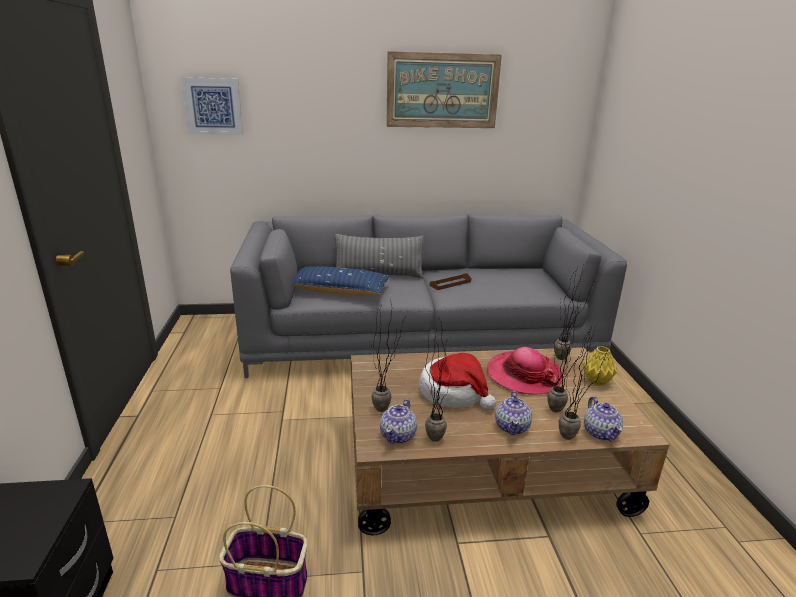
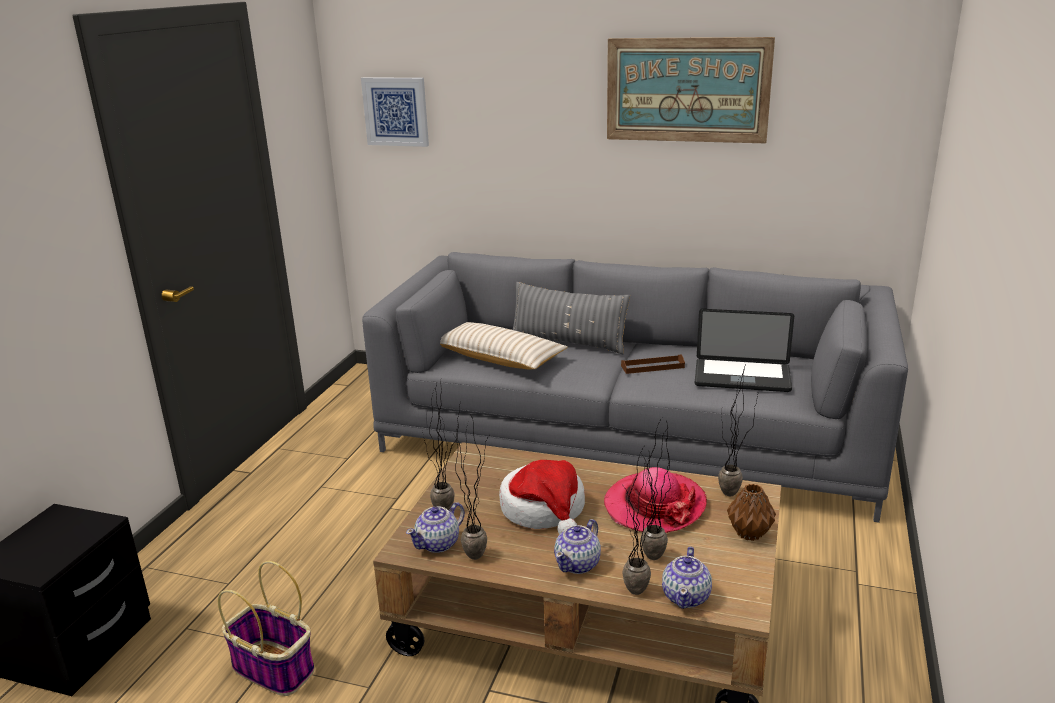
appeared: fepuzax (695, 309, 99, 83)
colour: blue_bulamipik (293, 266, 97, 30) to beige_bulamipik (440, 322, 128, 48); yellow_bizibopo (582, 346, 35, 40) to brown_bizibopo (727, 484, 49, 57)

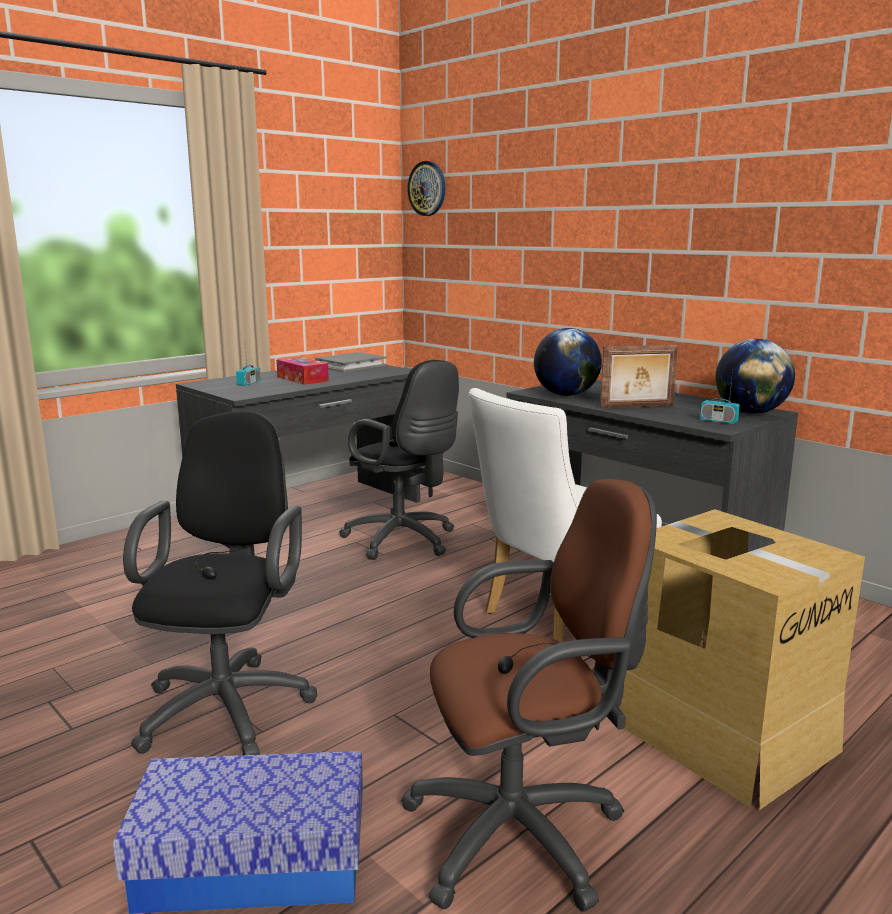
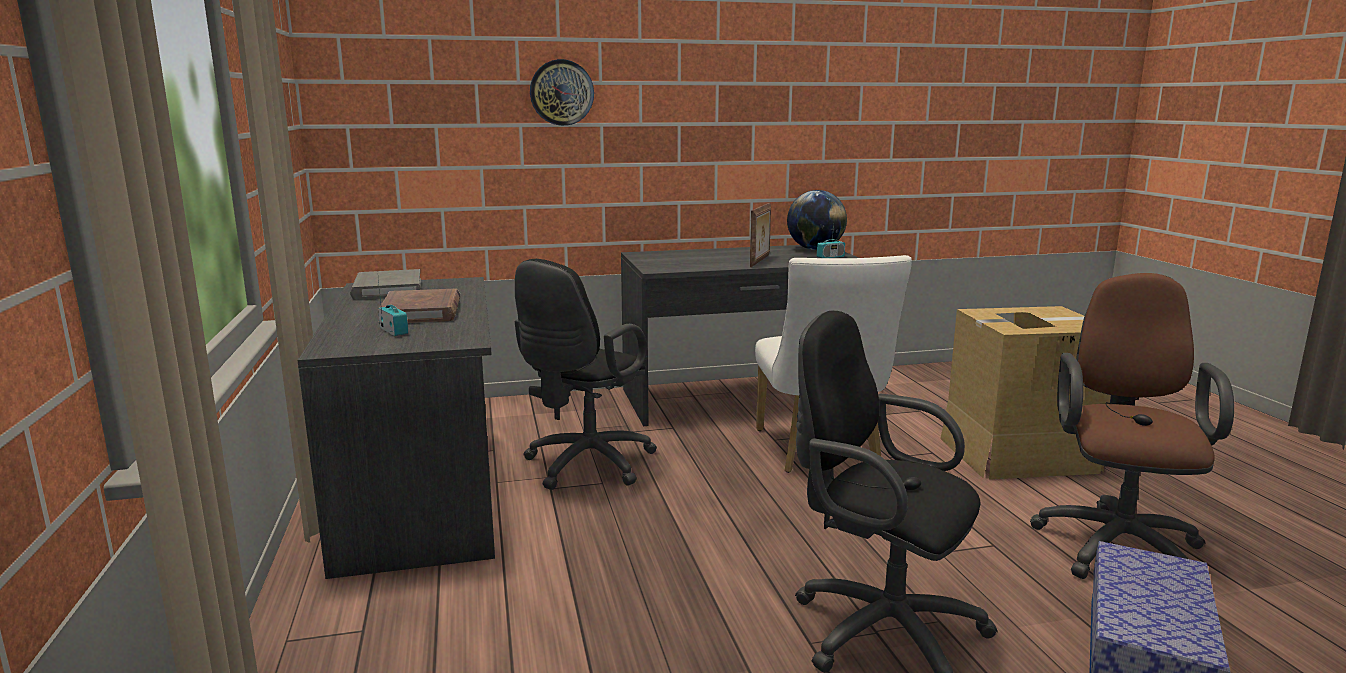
missing: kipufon (534, 328, 68, 68)
relocated: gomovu (407, 161, 39, 55) to (530, 59, 64, 67)
exchanged: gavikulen (276, 357, 53, 28) to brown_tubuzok (378, 289, 82, 35)
spun: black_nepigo (339, 360, 120, 200) = (515, 259, 142, 231) 135 degrees clockwise

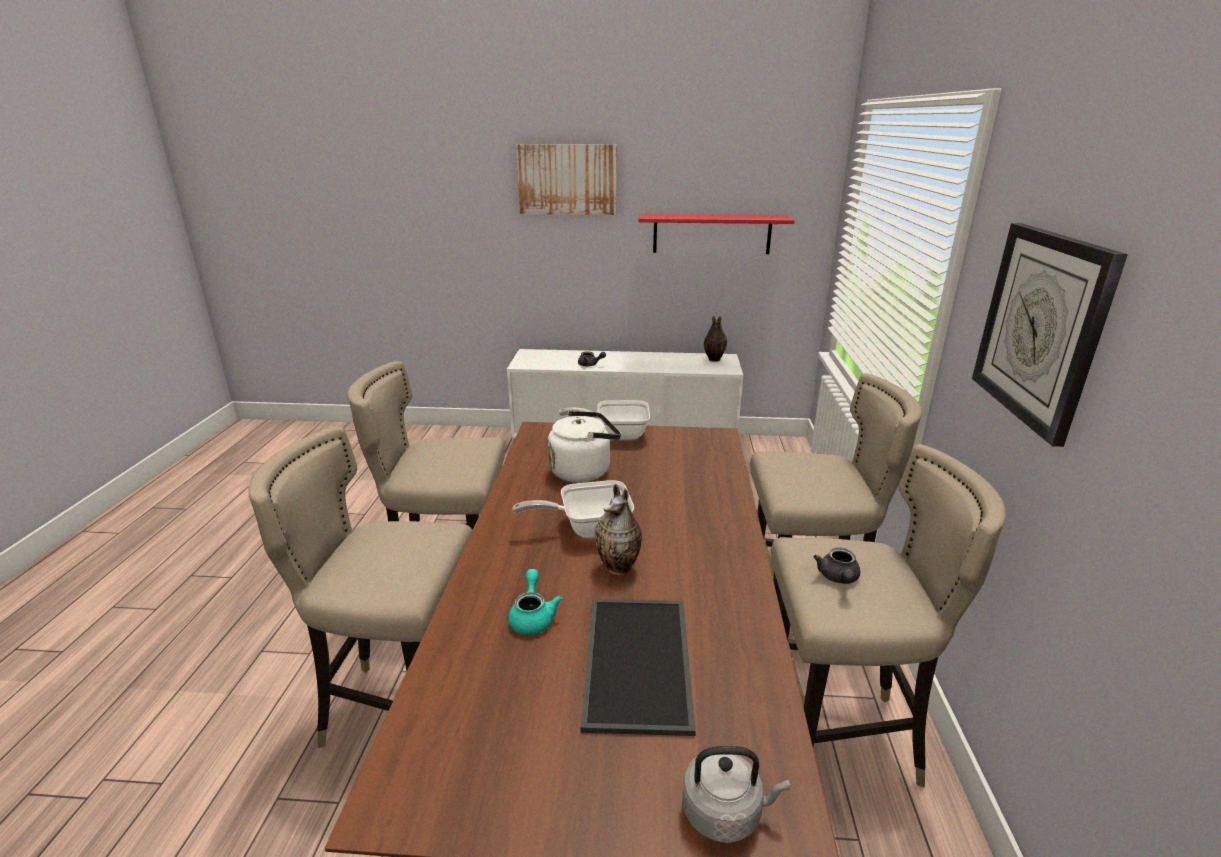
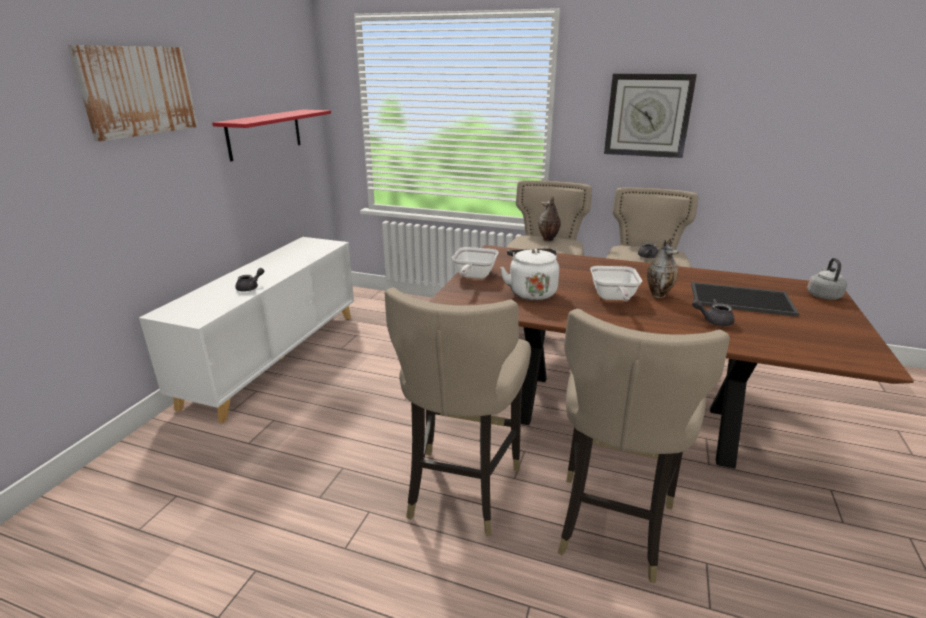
relocated: bizibopo (704, 316, 23, 46) to (539, 197, 22, 44)
colour: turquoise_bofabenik (508, 569, 54, 66) to grey_bofabenik (692, 299, 43, 27)

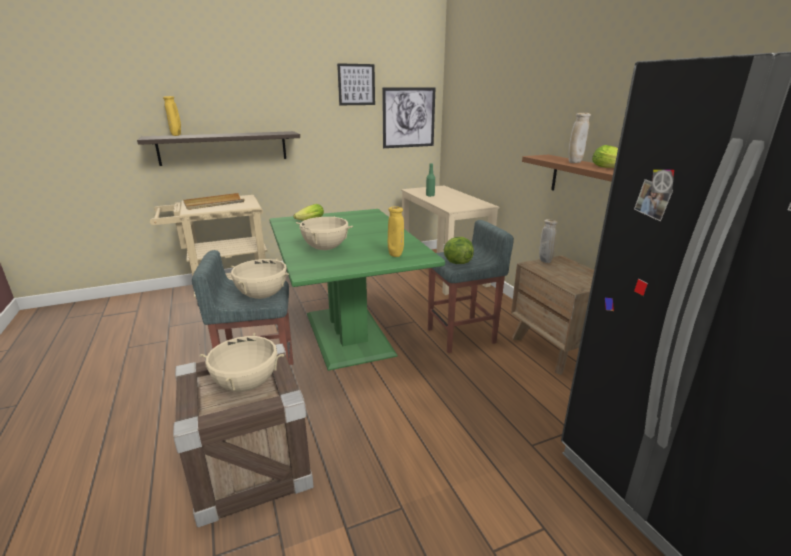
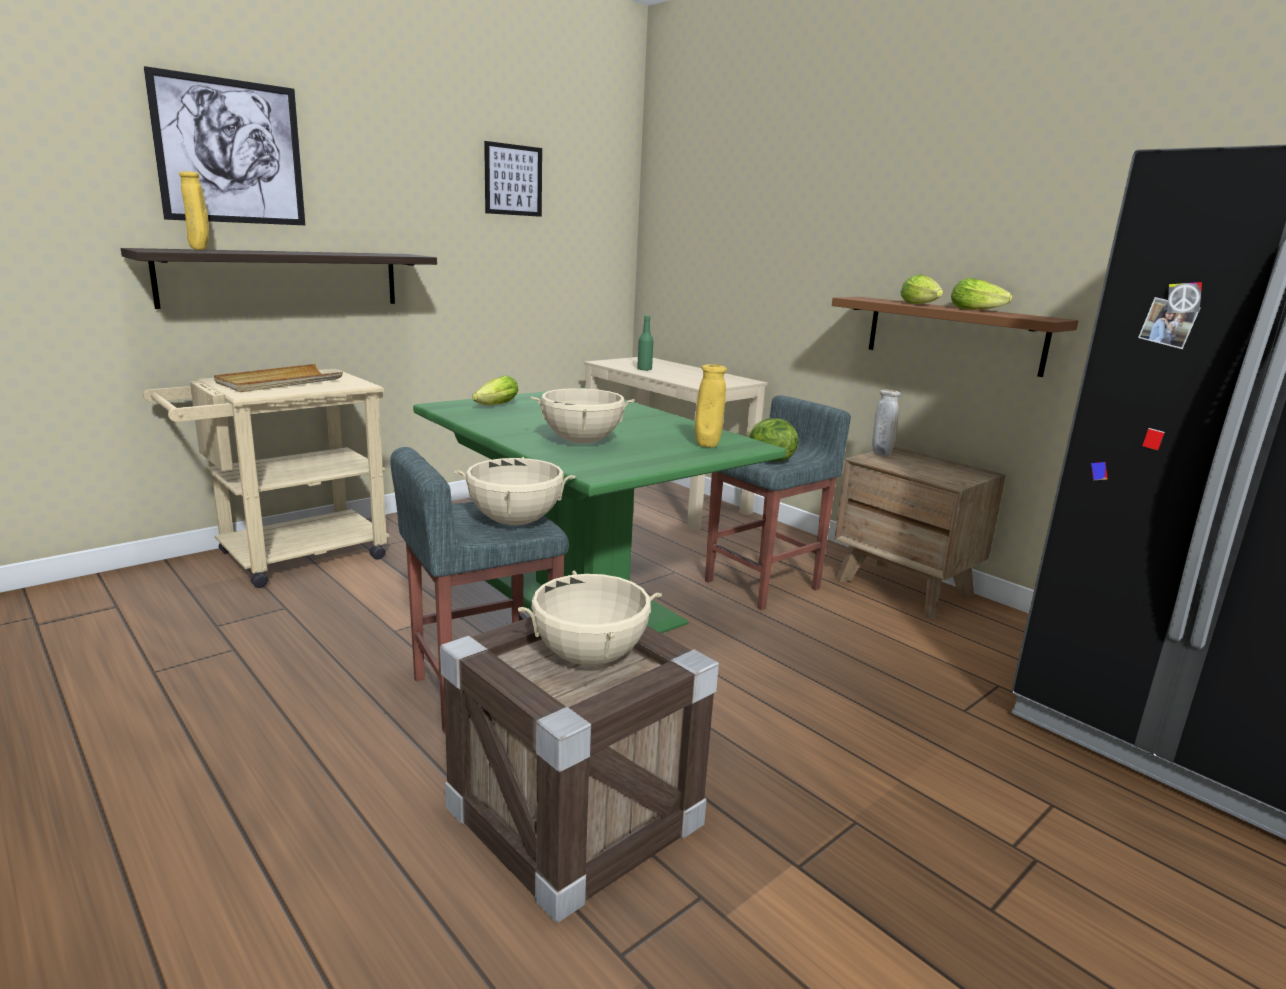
relocated: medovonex (382, 87, 53, 61) to (144, 66, 161, 159)
exchanged: beige_bizibopo (568, 113, 23, 50) to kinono (900, 274, 43, 30)

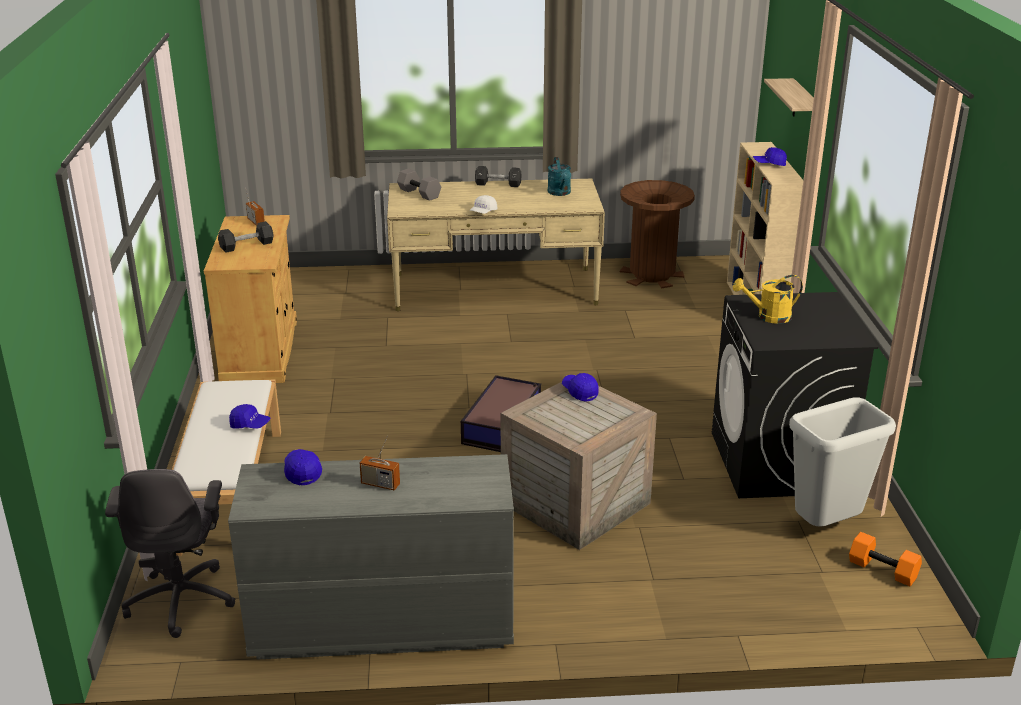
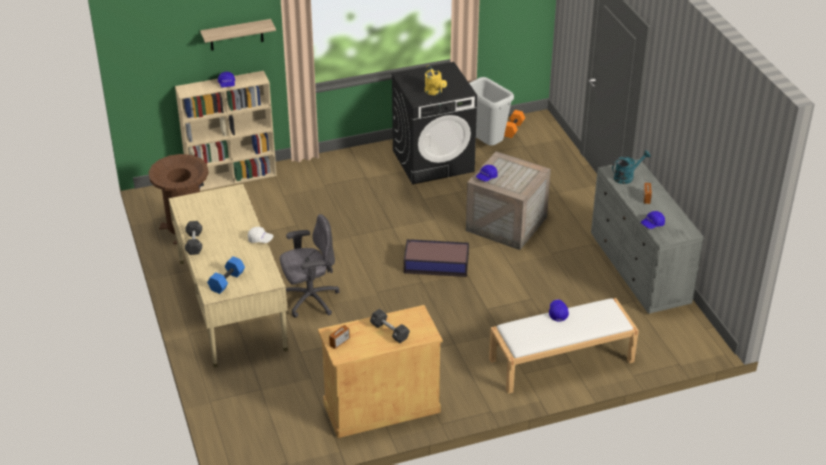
relocated: grey_nepigo (105, 469, 131, 169) to (280, 214, 60, 104); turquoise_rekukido (548, 157, 23, 39) to (612, 150, 38, 34)
colour: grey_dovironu (397, 168, 44, 33) to blue_dovironu (207, 256, 38, 38)

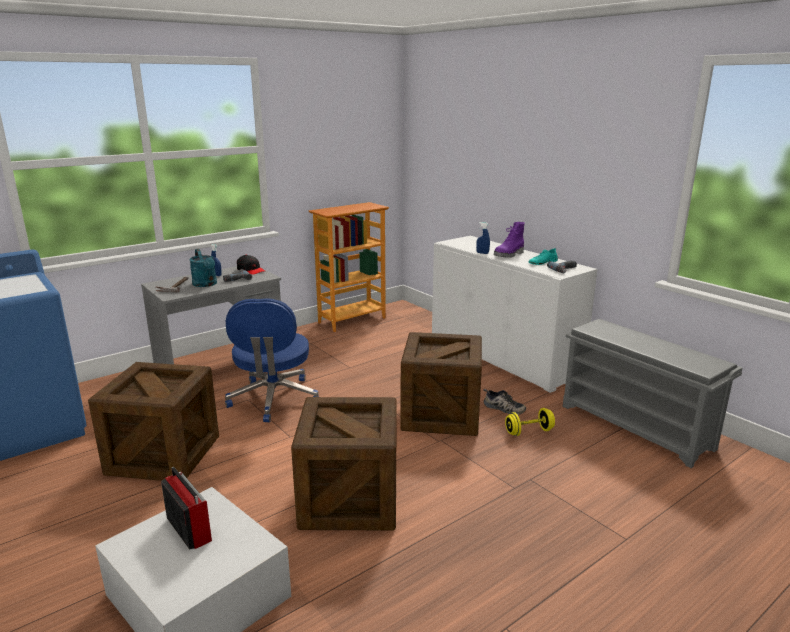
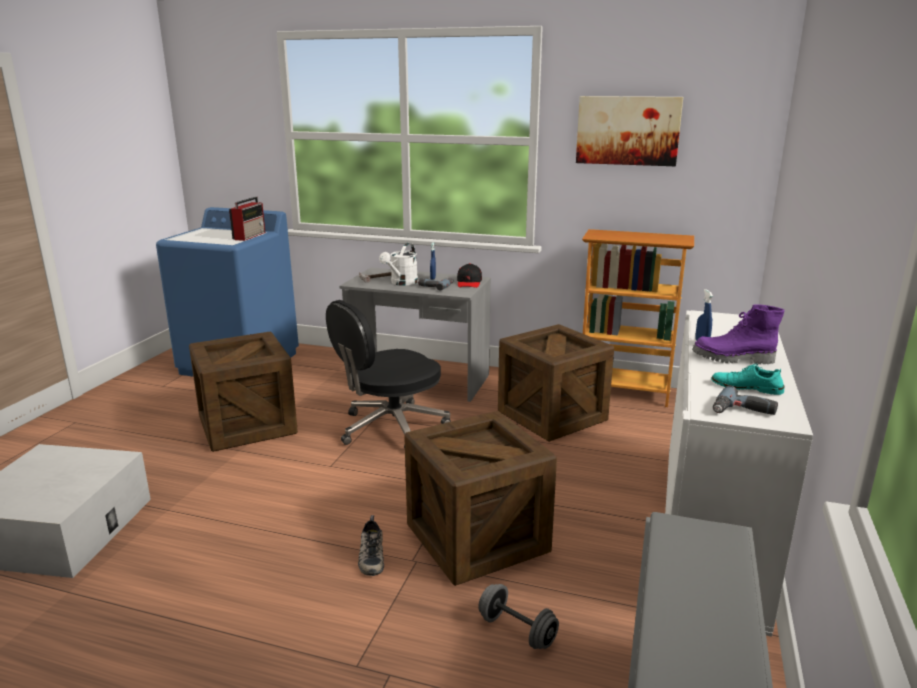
appeared: medovonex (576, 96, 107, 70)
relocated: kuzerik (161, 467, 51, 83) to (229, 197, 36, 44); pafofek (291, 397, 105, 134) to (498, 324, 116, 118); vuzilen (483, 389, 43, 26) to (358, 515, 26, 61)
colour: turquoise_rekukido (189, 249, 28, 38) to white_rekukido (379, 243, 39, 42); blue_nepigo (225, 298, 94, 124) to black_nepigo (326, 300, 125, 149); yellow_dovironu (505, 408, 50, 28) to grey_dovironu (478, 584, 81, 65)

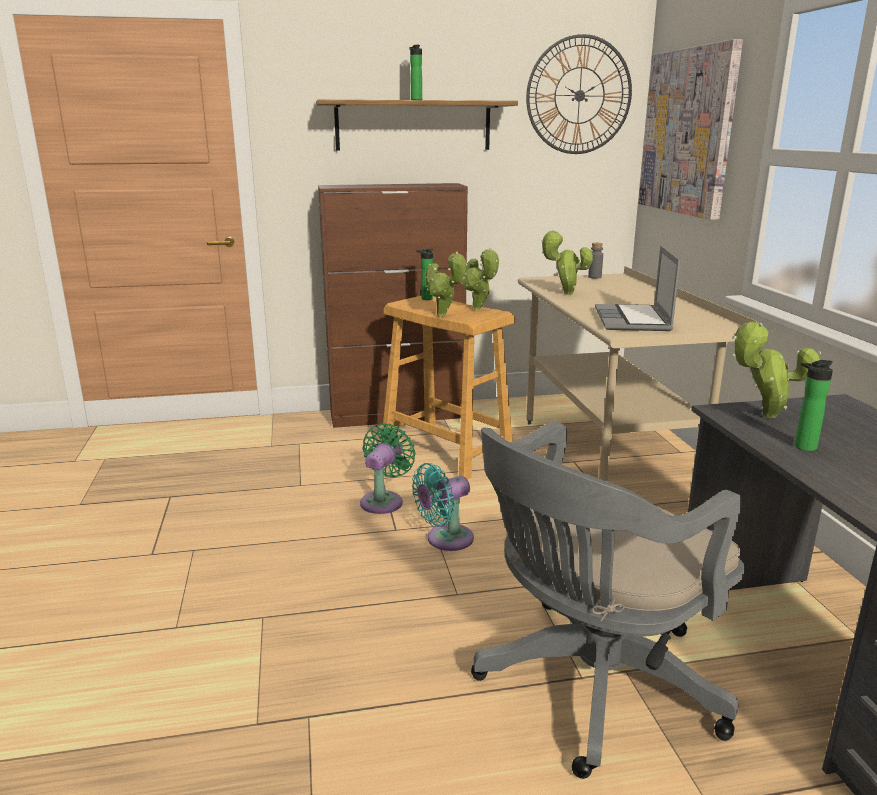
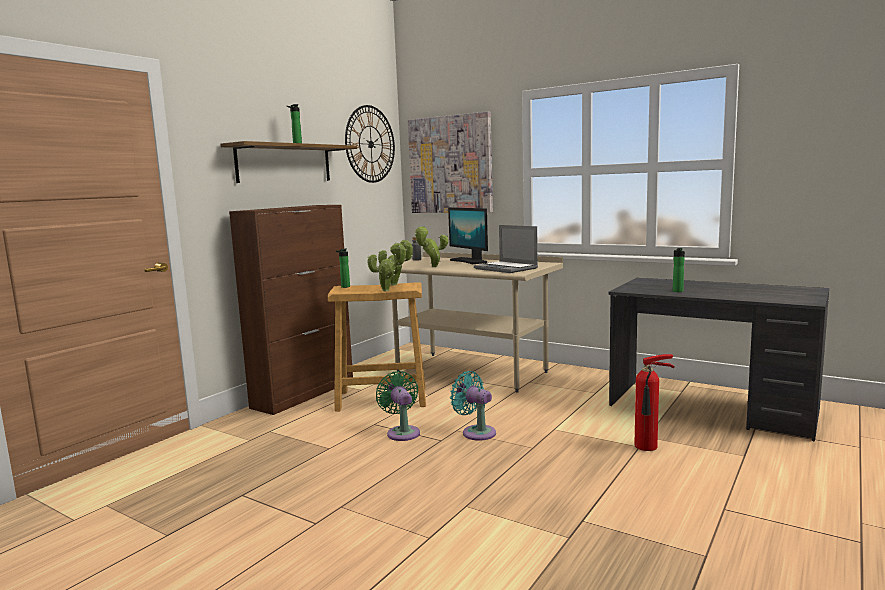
missing: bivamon (732, 321, 89, 98)
appeared: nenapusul (448, 207, 40, 57)
exchanged: grey_nepigo (471, 422, 274, 357) to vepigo (634, 354, 40, 97)
spun: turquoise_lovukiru (412, 463, 62, 88) = (450, 371, 46, 70) 120 degrees clockwise

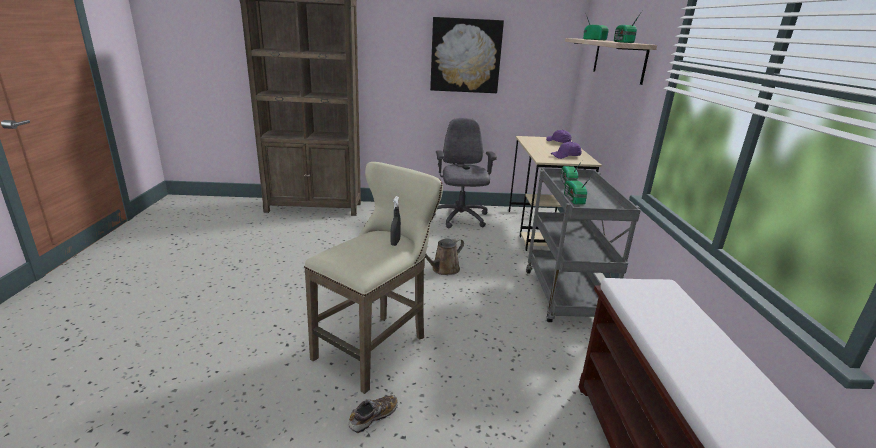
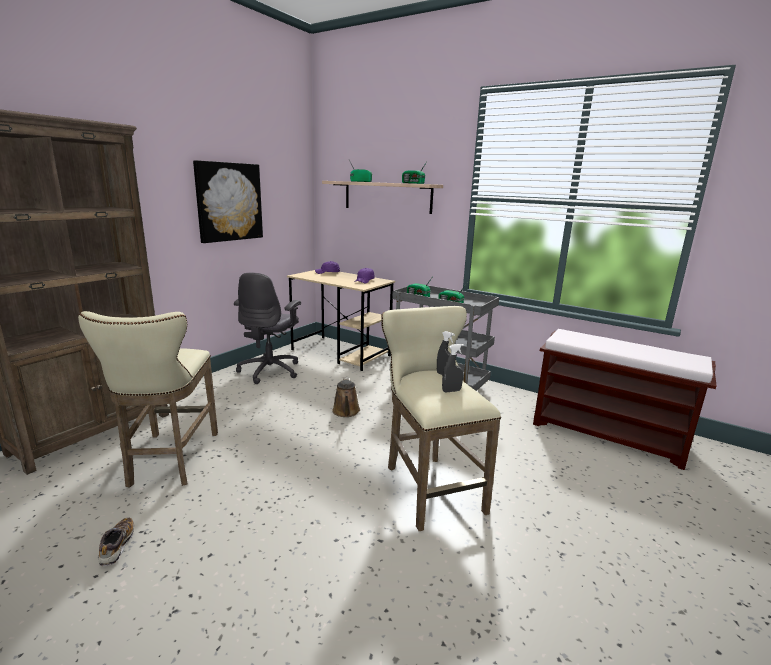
appeared: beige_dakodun (78, 311, 140, 177); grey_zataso (442, 344, 22, 48)
relocated: vuzilen (349, 395, 49, 38) to (98, 518, 36, 48)
spun: grey_nepigo (434, 118, 63, 110) = (234, 273, 67, 111) 105 degrees counterclockwise

